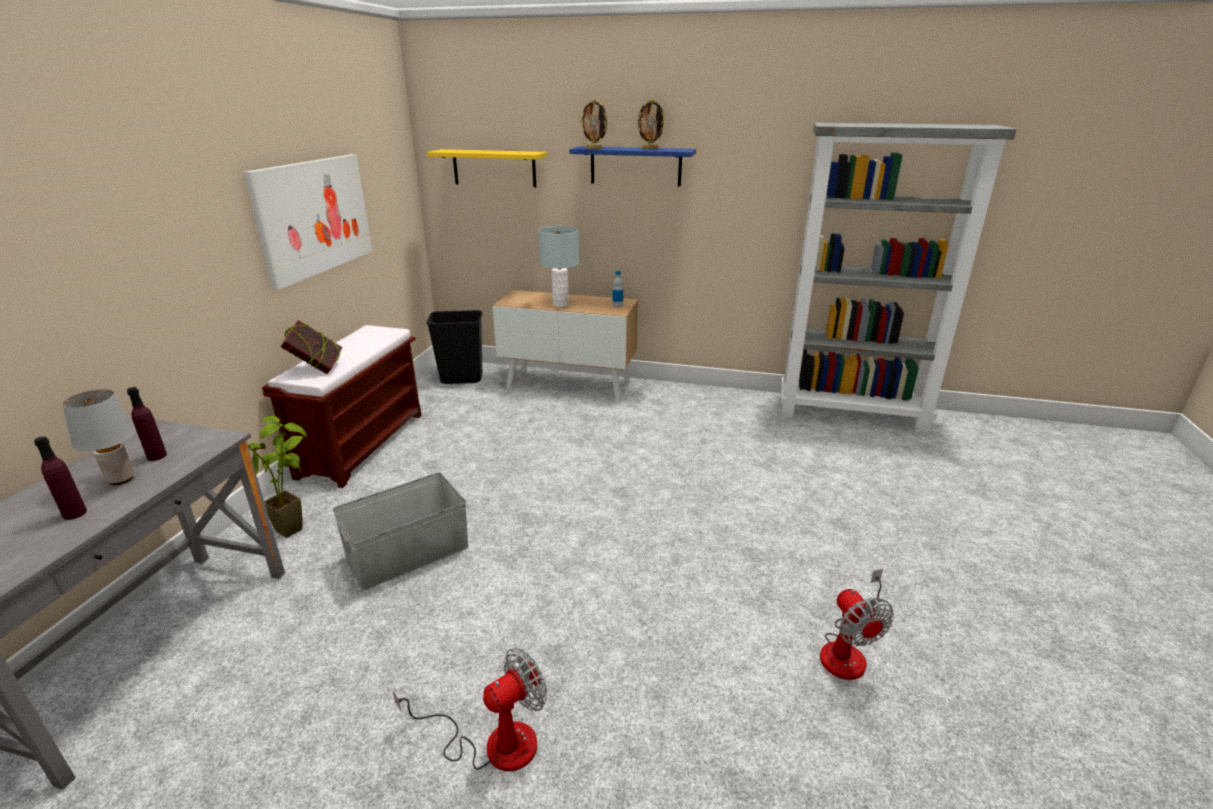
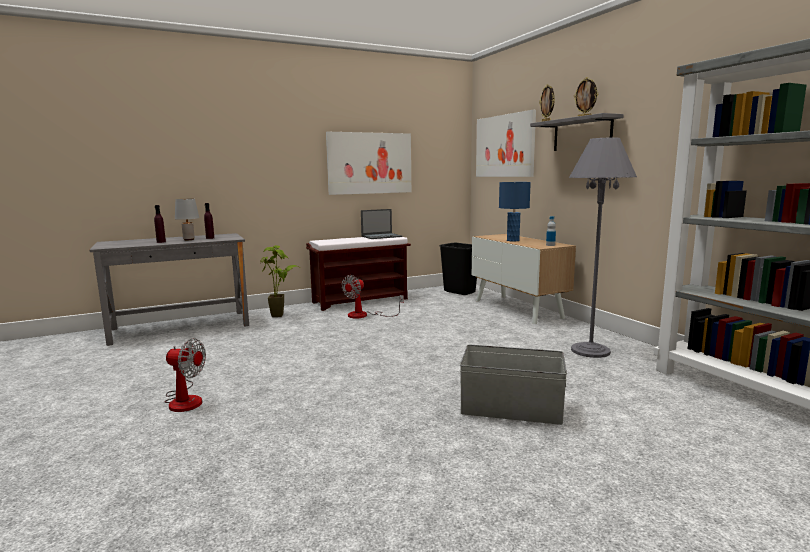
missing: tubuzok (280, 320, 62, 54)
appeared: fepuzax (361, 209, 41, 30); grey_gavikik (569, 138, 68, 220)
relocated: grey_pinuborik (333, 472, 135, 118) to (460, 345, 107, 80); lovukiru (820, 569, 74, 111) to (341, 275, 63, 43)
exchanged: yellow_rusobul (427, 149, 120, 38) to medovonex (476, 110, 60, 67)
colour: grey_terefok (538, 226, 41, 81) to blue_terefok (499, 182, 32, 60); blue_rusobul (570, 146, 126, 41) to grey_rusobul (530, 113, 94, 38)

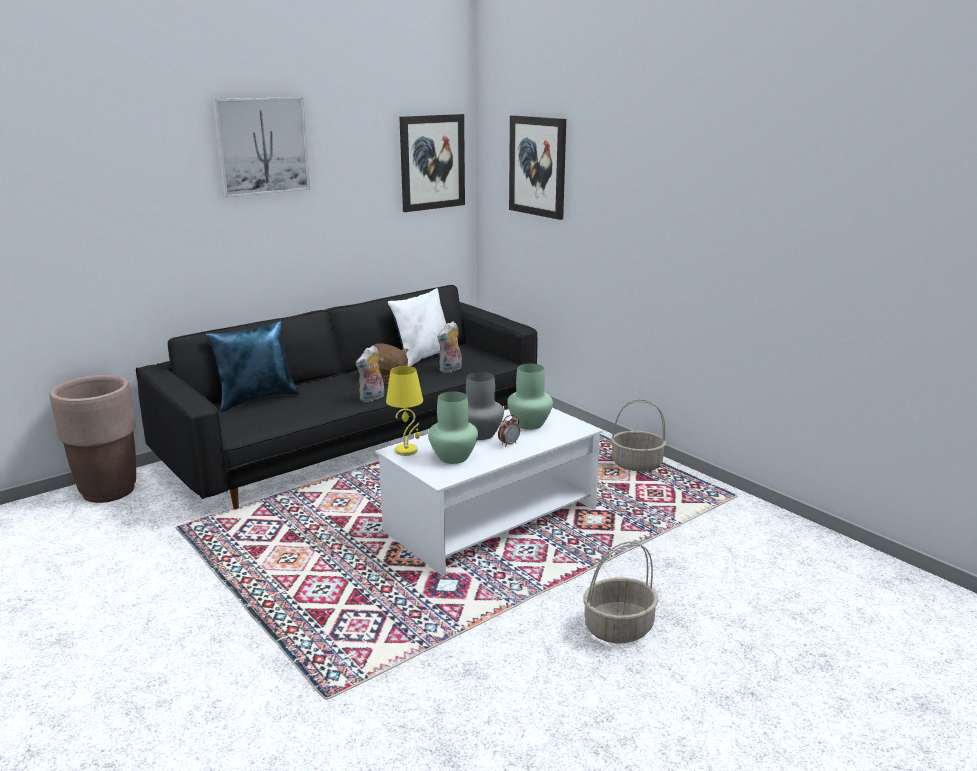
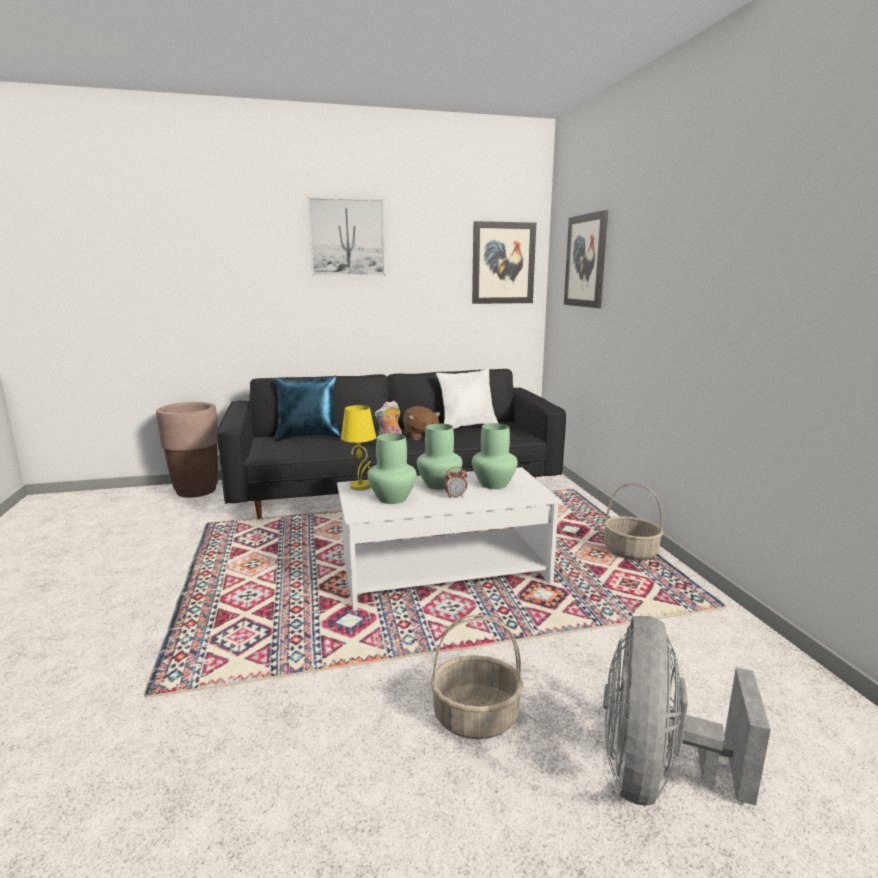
missing: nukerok (437, 321, 25, 52)
appeared: grey_lovukiru (603, 616, 168, 190)
colour: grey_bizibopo (466, 372, 38, 68) to green_bizibopo (417, 424, 45, 66)

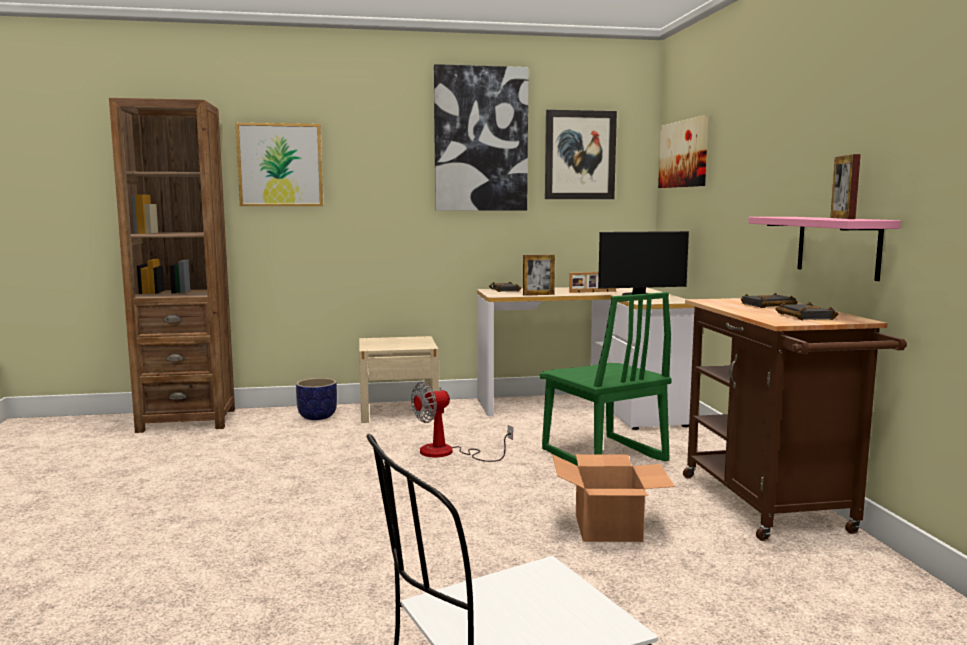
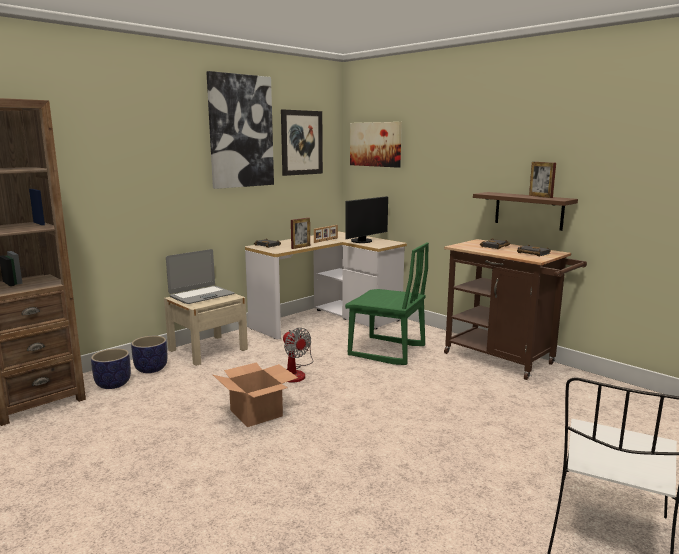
missing: medovonex (236, 123, 87, 83)
appeared: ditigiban (91, 348, 40, 41); fepuzax (166, 249, 69, 55)
relocated: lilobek (552, 454, 123, 88) to (213, 362, 85, 65)
colour: pink_rusobul (748, 217, 153, 64) to brown_rusobul (473, 192, 105, 39)
spun: lovukiru (411, 381, 102, 81) = (283, 328, 30, 55) 60 degrees counterclockwise

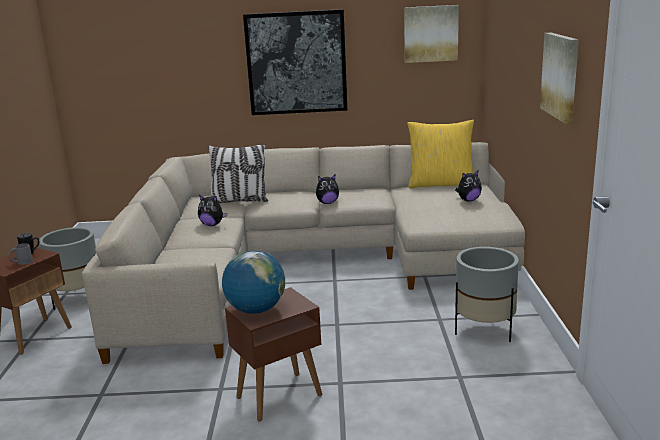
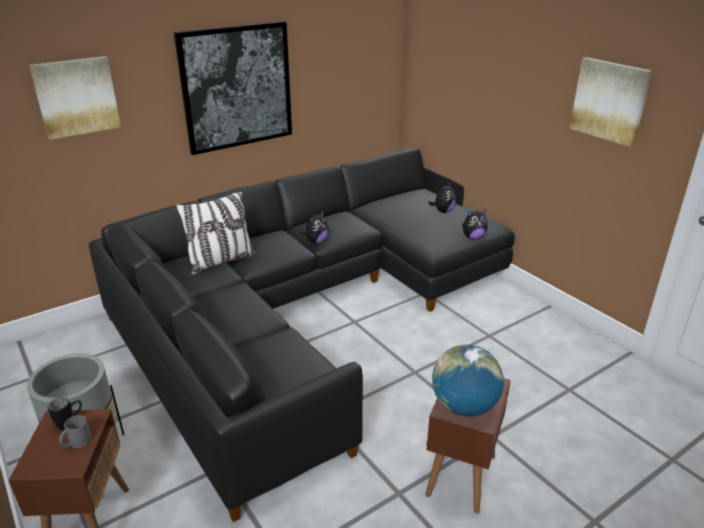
missing: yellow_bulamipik (407, 120, 67, 68); grey_ditigiban (455, 247, 64, 95)
relocated: nukerok (198, 195, 29, 31) to (462, 209, 26, 30); medovonex (404, 5, 55, 58) to (29, 56, 92, 84)
colour: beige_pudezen (82, 142, 443, 222) to black_pudezen (89, 149, 426, 373)

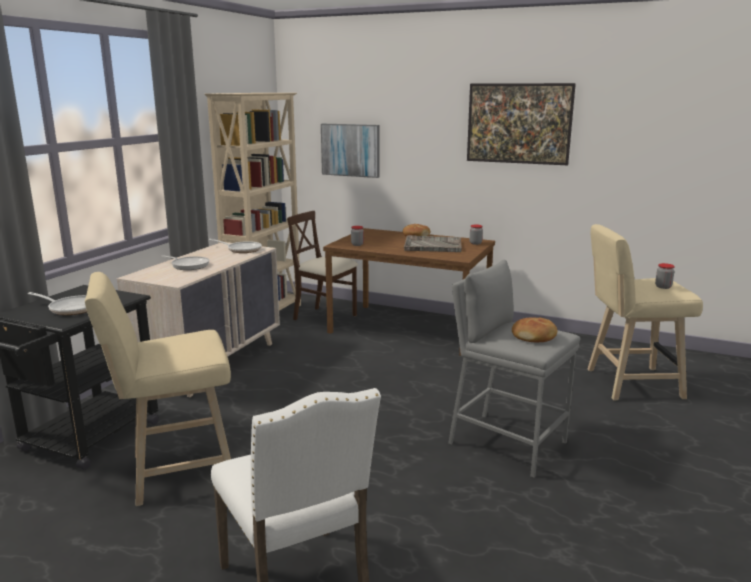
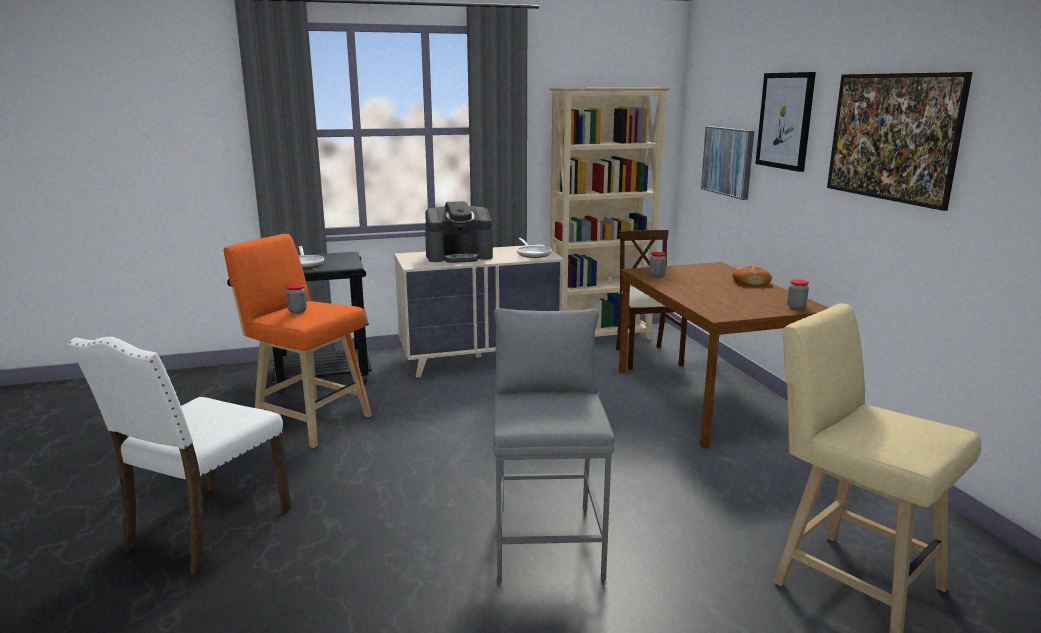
missing: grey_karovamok (404, 235, 58, 17); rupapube (512, 317, 45, 25)
appeared: medovonex (756, 72, 60, 100)
relocated: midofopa (655, 263, 20, 26) to (286, 284, 21, 29)
exchanged: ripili (161, 255, 48, 15) to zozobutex (425, 201, 68, 62)
colour: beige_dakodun (85, 272, 146, 234) to orange_dakodun (224, 234, 148, 214)

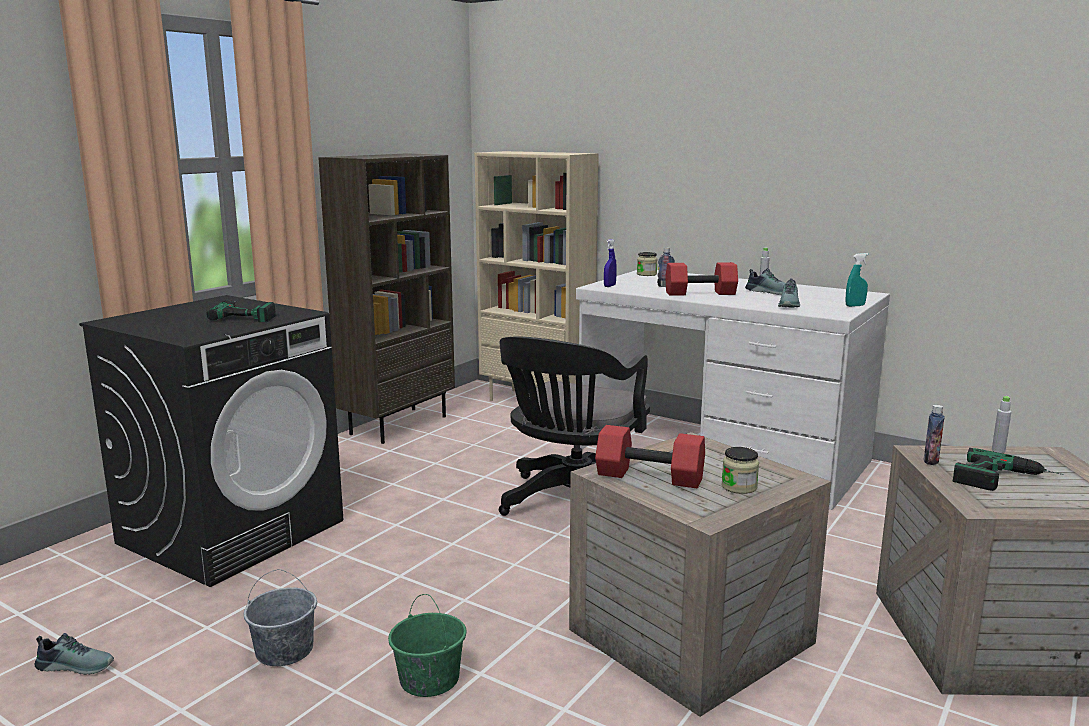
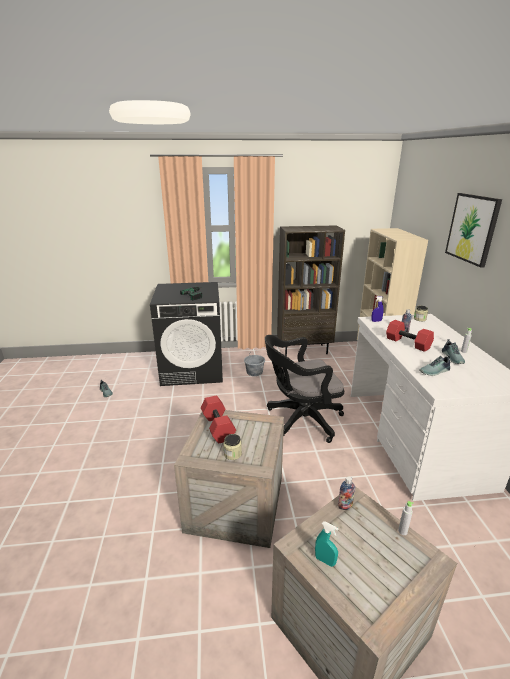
missing: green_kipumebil (388, 594, 78, 103); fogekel (953, 448, 111, 43)
appeared: medovonex (445, 193, 57, 75)
relocated: grey_kipumebil (244, 569, 73, 97) to (244, 349, 21, 27); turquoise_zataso (846, 253, 22, 54) to (315, 521, 24, 46)

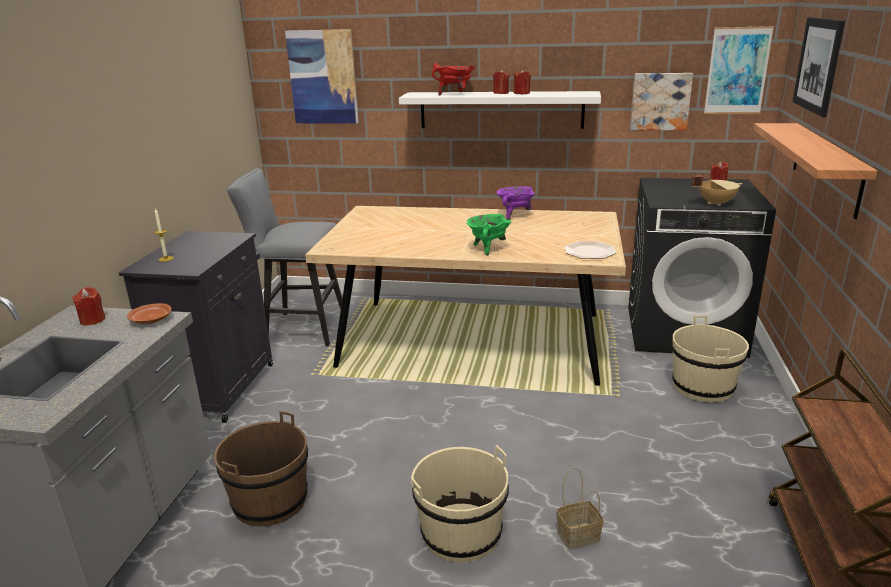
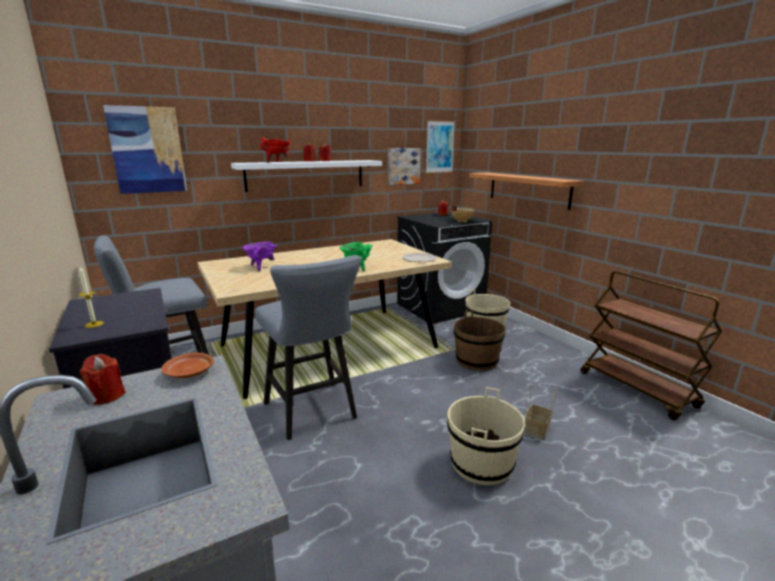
missing: medovonex (792, 17, 53, 100)
appeared: grey_dakodun (255, 255, 107, 185)
relocated: brown_kipumebil (214, 411, 94, 115) to (454, 310, 52, 61); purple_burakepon (497, 186, 38, 34) to (242, 241, 35, 30)

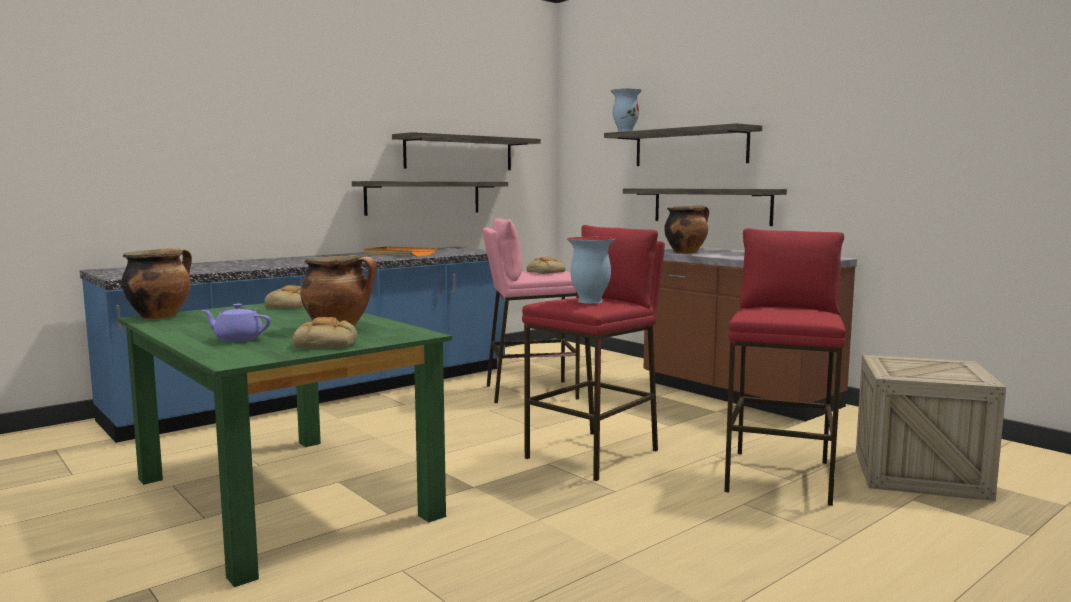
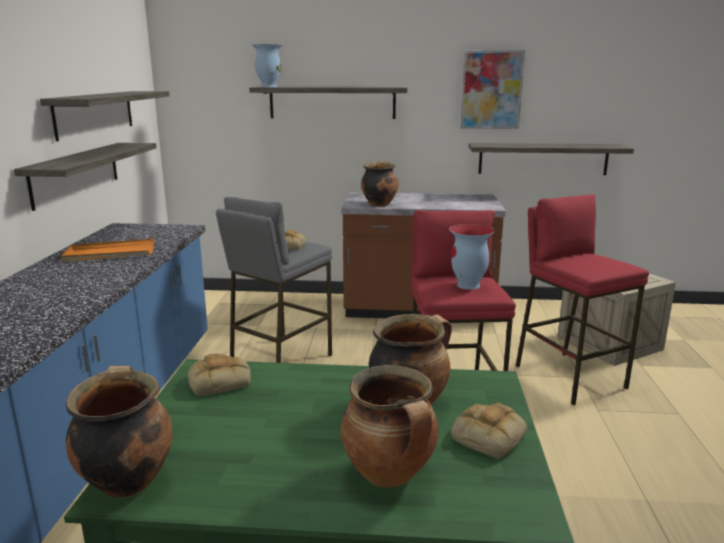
appeared: medovonex (461, 50, 64, 79)
relocated: rusobul (623, 189, 164, 37) to (469, 143, 165, 32)
exchanged: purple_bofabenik (201, 304, 70, 38) to burakepon (341, 365, 98, 123)
colour: pink_dakodun (482, 218, 98, 185) to grey_dakodun (216, 197, 116, 166)

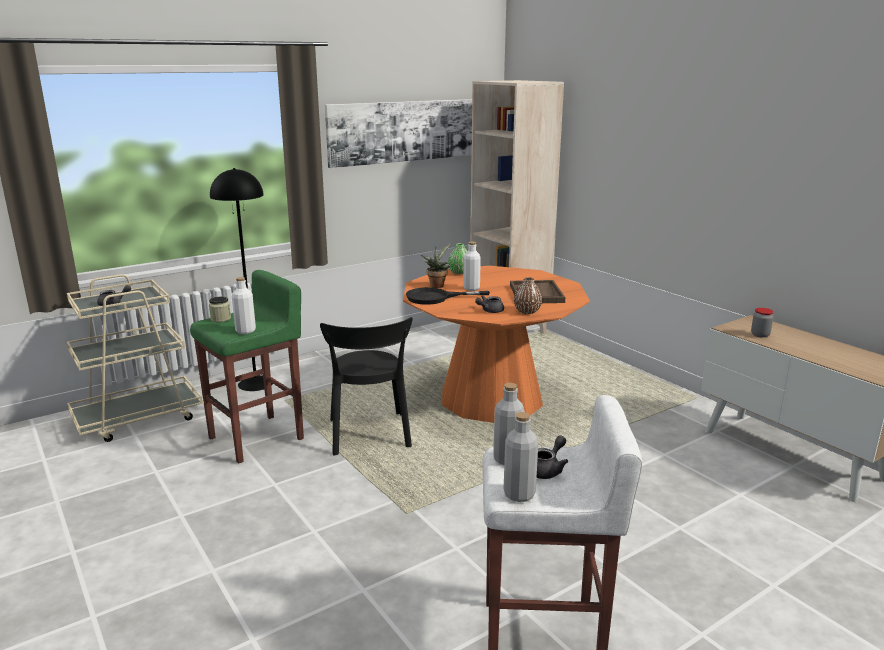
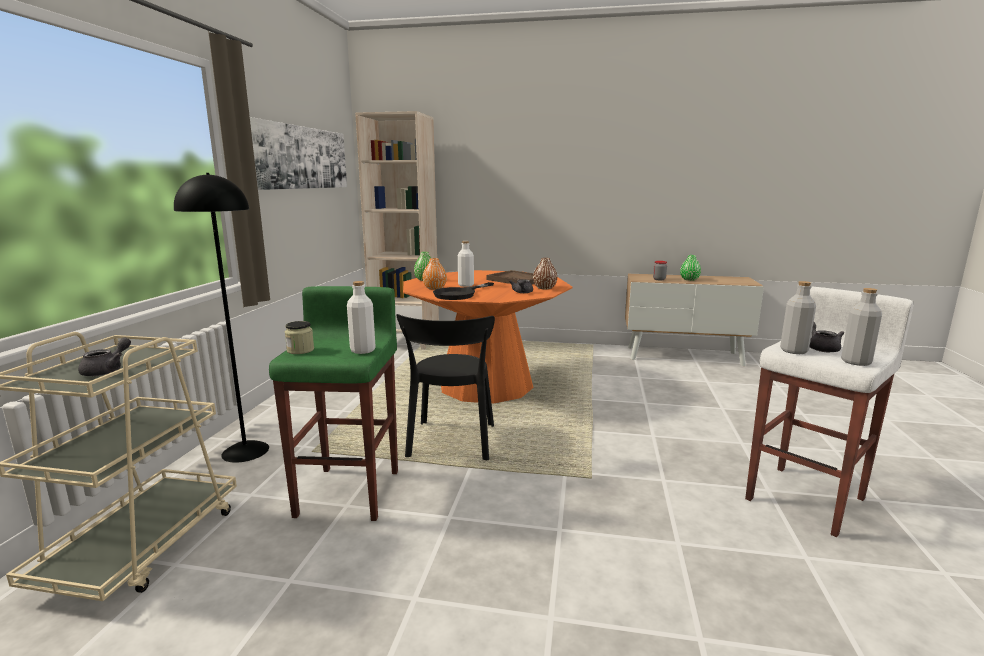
appeared: green_bizibopo (680, 255, 21, 26)
exchanged: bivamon (421, 243, 30, 45) to orange_bizibopo (422, 258, 25, 32)
spun: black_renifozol (320, 317, 93, 138) = (396, 314, 99, 146) 60 degrees clockwise

